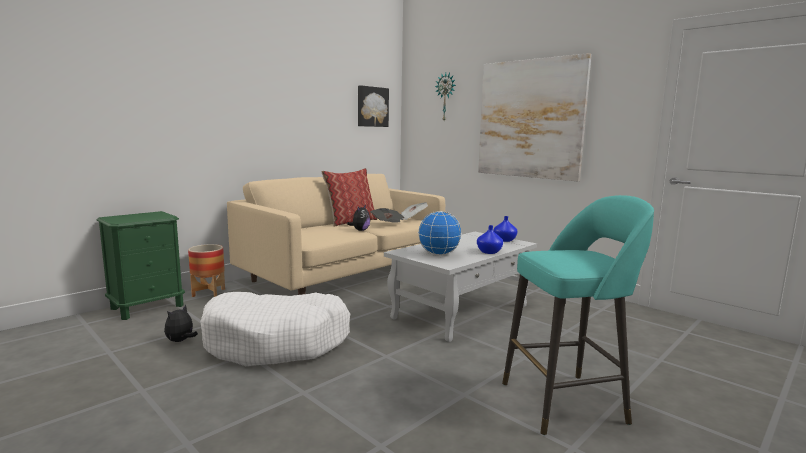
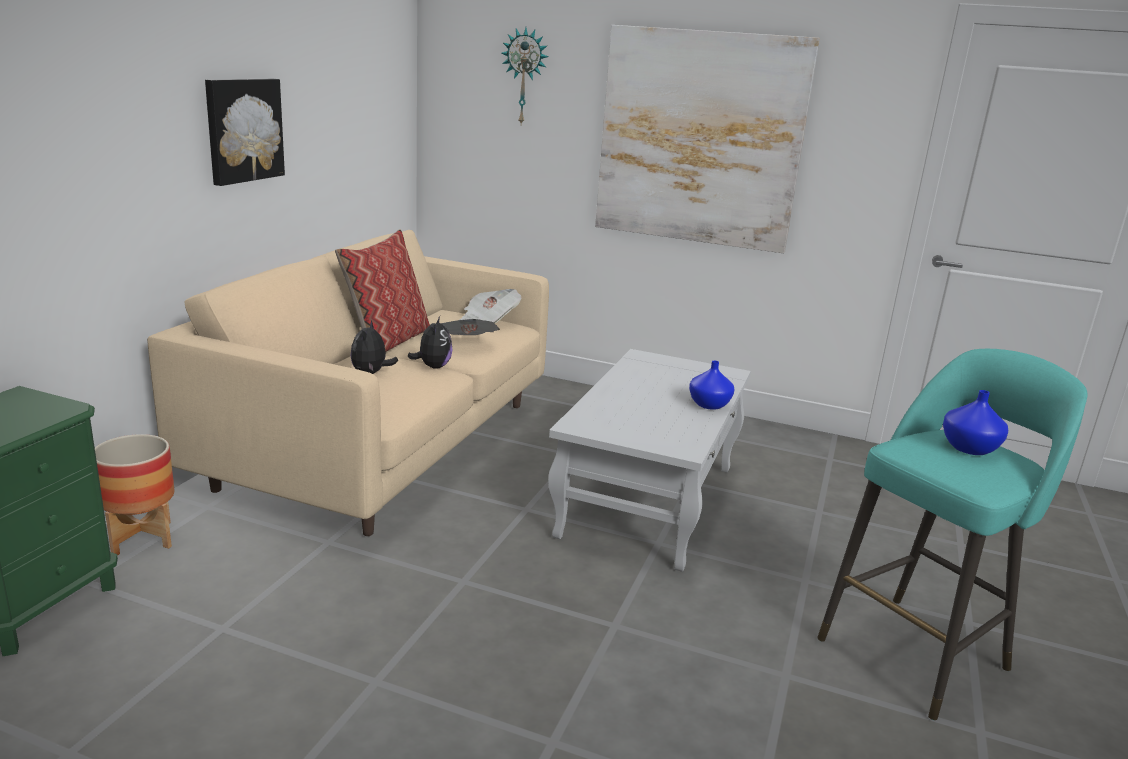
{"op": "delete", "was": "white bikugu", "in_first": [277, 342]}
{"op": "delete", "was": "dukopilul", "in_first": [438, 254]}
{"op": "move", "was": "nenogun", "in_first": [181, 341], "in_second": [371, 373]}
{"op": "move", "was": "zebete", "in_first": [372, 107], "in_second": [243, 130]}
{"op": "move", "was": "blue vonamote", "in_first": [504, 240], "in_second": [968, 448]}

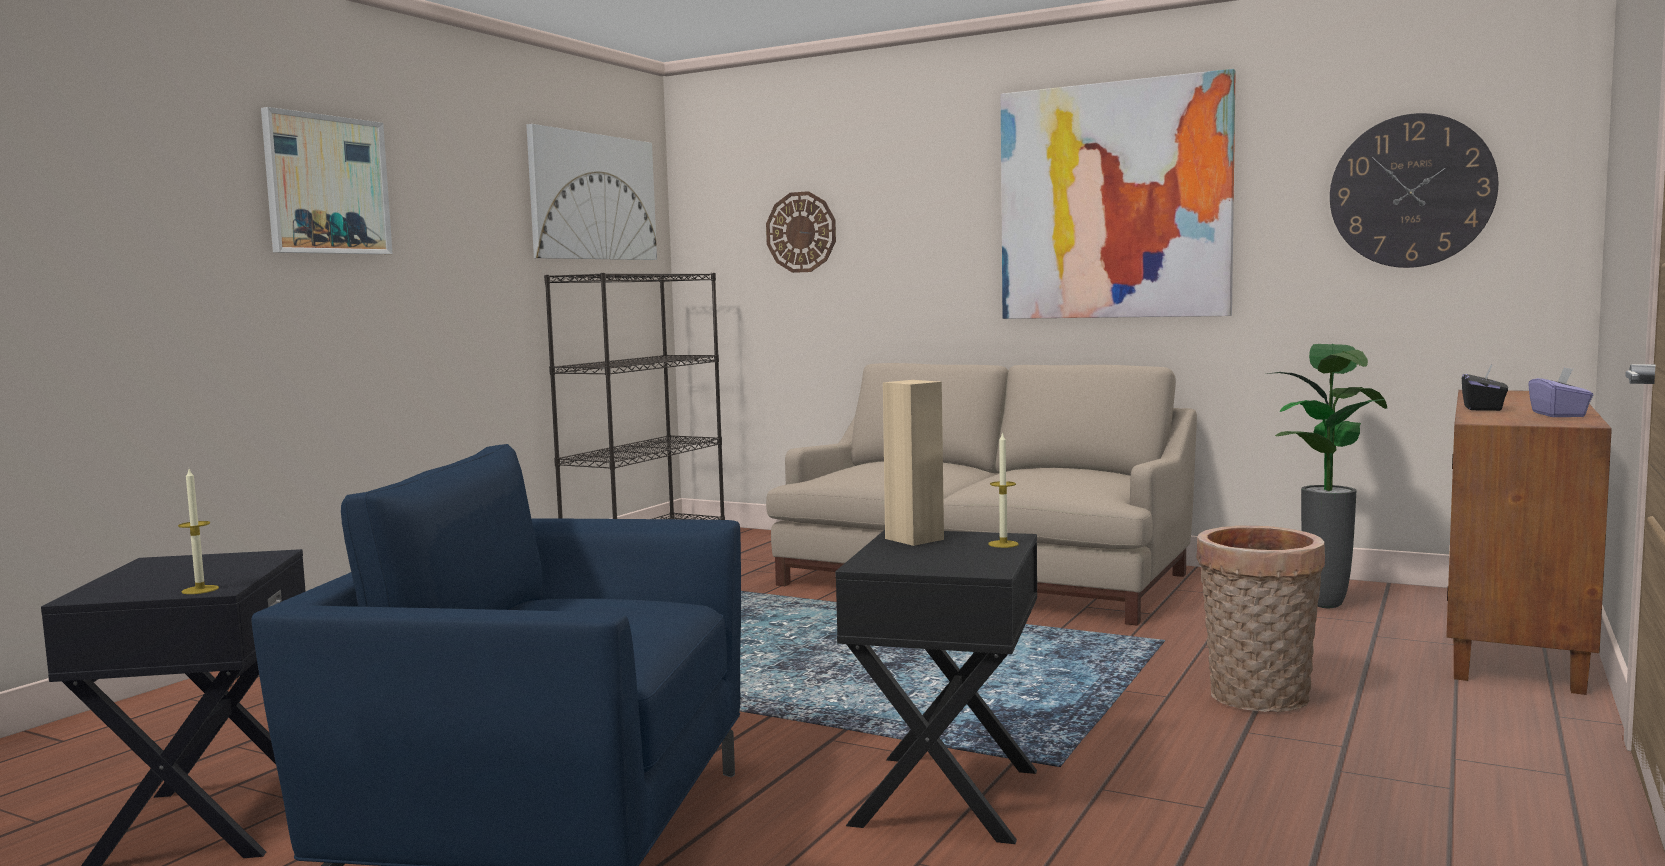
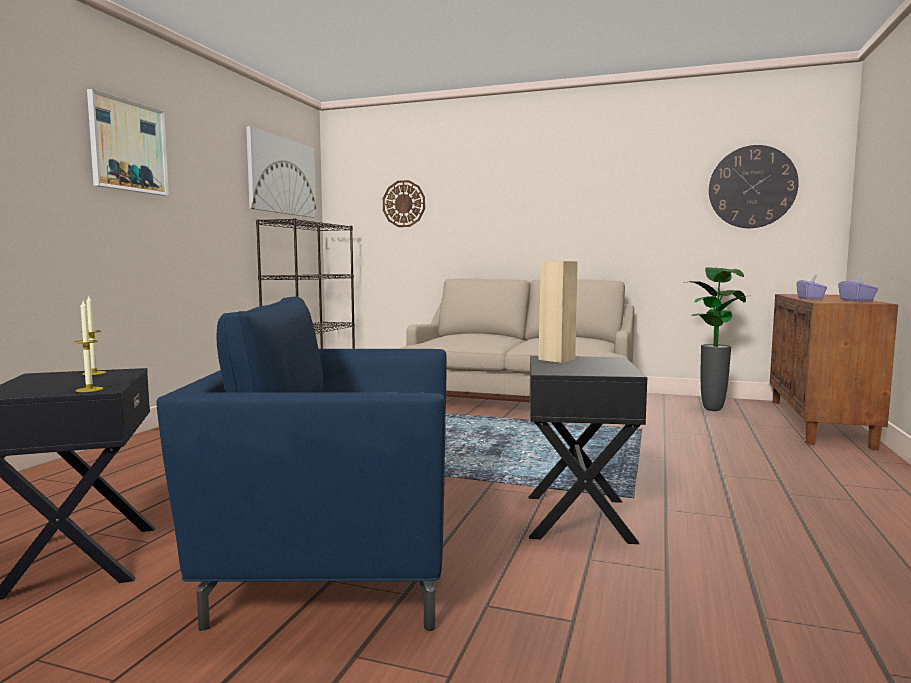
{"op": "delete", "was": "zebete", "in_first": [1113, 201]}
{"op": "delete", "was": "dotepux", "in_first": [1257, 700]}
{"op": "move", "was": "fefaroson", "in_first": [1003, 544], "in_second": [94, 373]}
{"op": "recolor", "was": "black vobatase", "now": "purple vobatase", "in_first": [1483, 408], "in_second": [810, 298]}

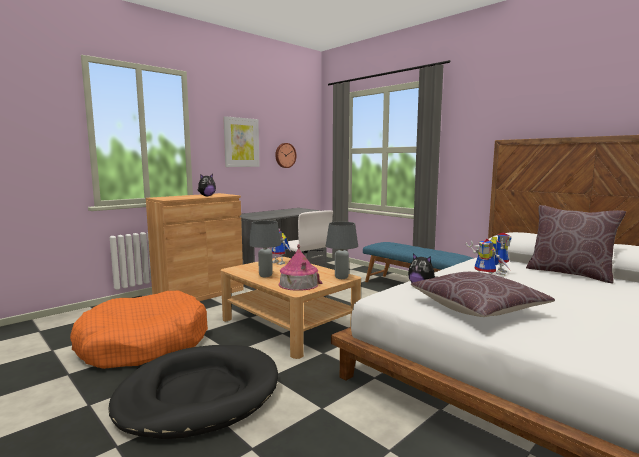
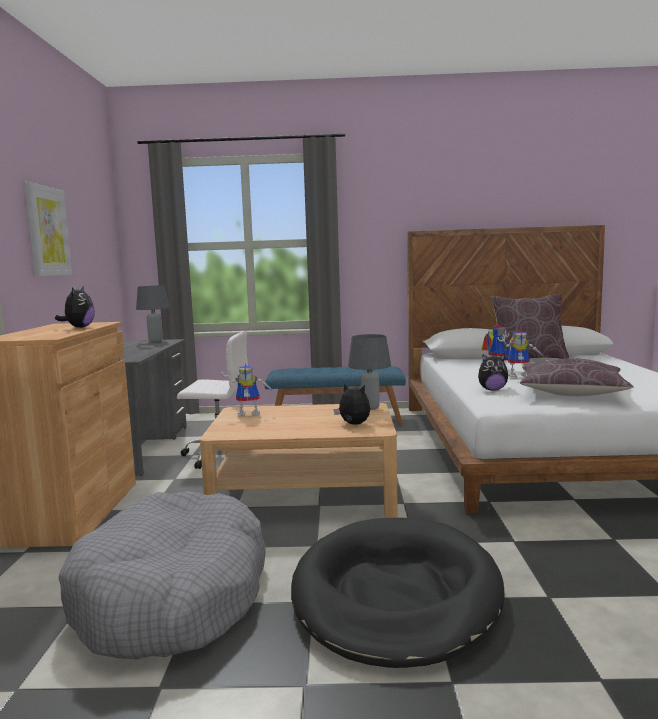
{"op": "delete", "was": "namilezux", "in_first": [285, 155]}
{"op": "move", "was": "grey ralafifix", "in_first": [265, 276], "in_second": [155, 341]}
{"op": "replace", "was": "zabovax", "now": "nenogun", "in_first": [299, 284], "in_second": [353, 424]}
{"op": "recolor", "was": "orange bikugu", "now": "grey bikugu", "in_first": [144, 344], "in_second": [172, 596]}

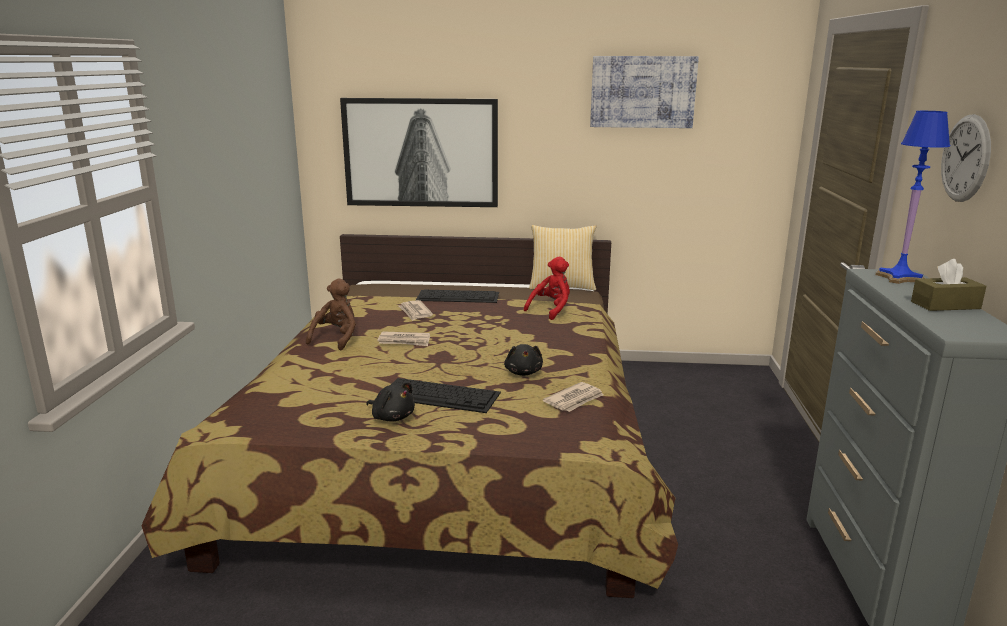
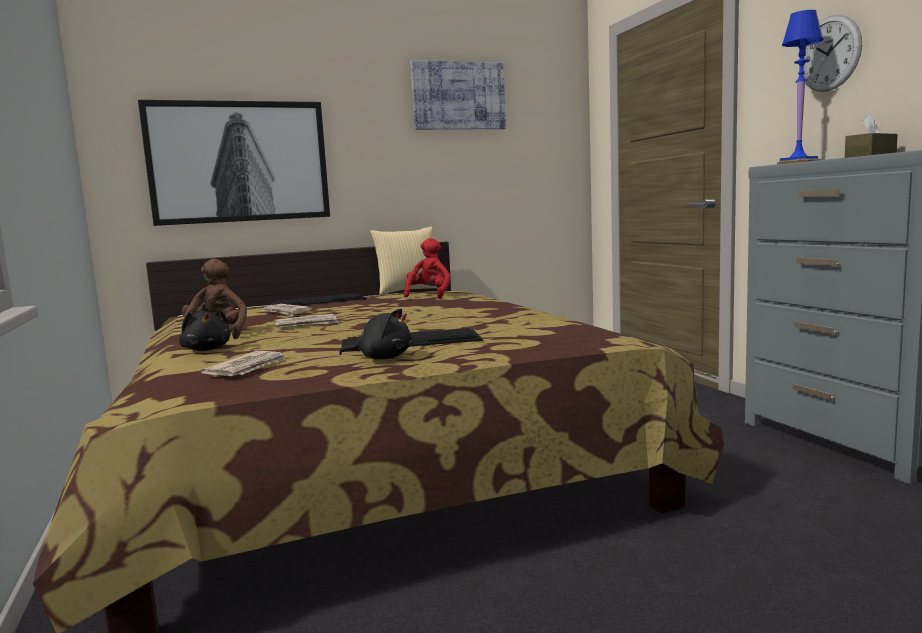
{"op": "move", "was": "black nenogun", "in_first": [523, 372], "in_second": [207, 349]}
{"op": "move", "was": "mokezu", "in_first": [575, 400], "in_second": [248, 368]}

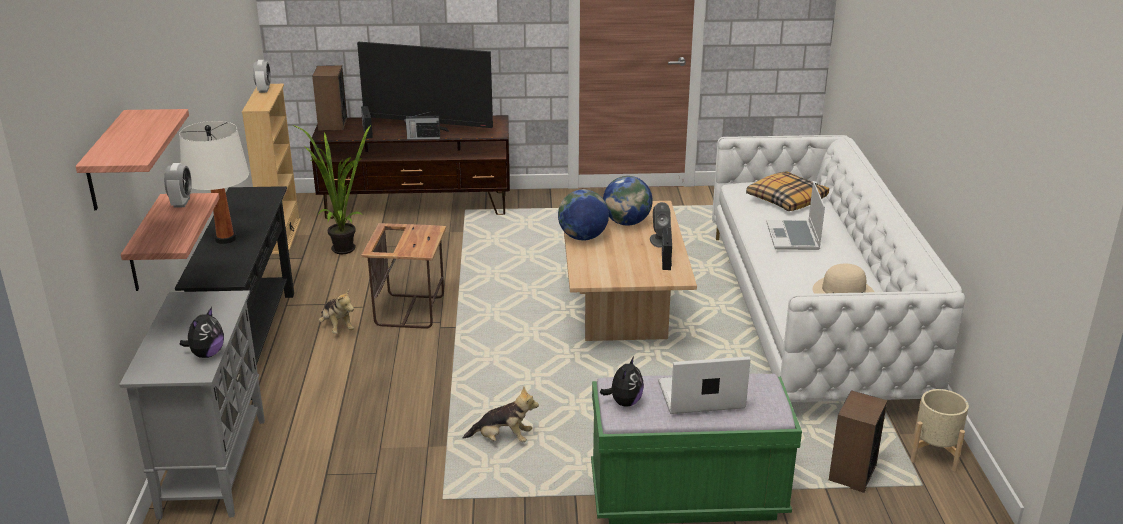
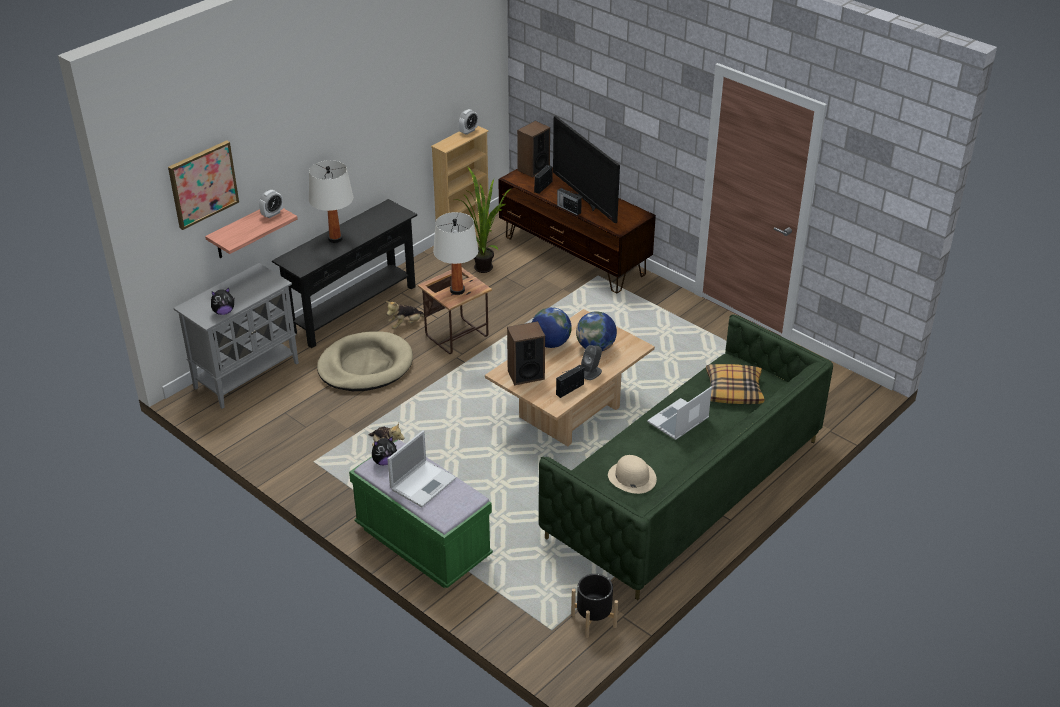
{"op": "insert", "now": "beige bikugu", "in_second": [365, 366]}
{"op": "insert", "now": "white ralafifix", "in_second": [457, 290]}
{"op": "move", "was": "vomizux", "in_first": [852, 473], "in_second": [525, 374]}
{"op": "replace", "was": "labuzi", "now": "zebete", "in_first": [106, 162], "in_second": [203, 184]}
{"op": "recolor", "was": "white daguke", "now": "green daguke", "in_first": [810, 316], "in_second": [684, 489]}
{"op": "recolor", "was": "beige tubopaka", "now": "black tubopaka", "in_first": [934, 453], "in_second": [594, 620]}
{"op": "rotate", "was": "nenogun", "in_first": [337, 327], "in_second": [406, 324], "clockwise": 45}
{"op": "rotate", "was": "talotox", "in_first": [699, 396], "in_second": [424, 483], "clockwise": 90}

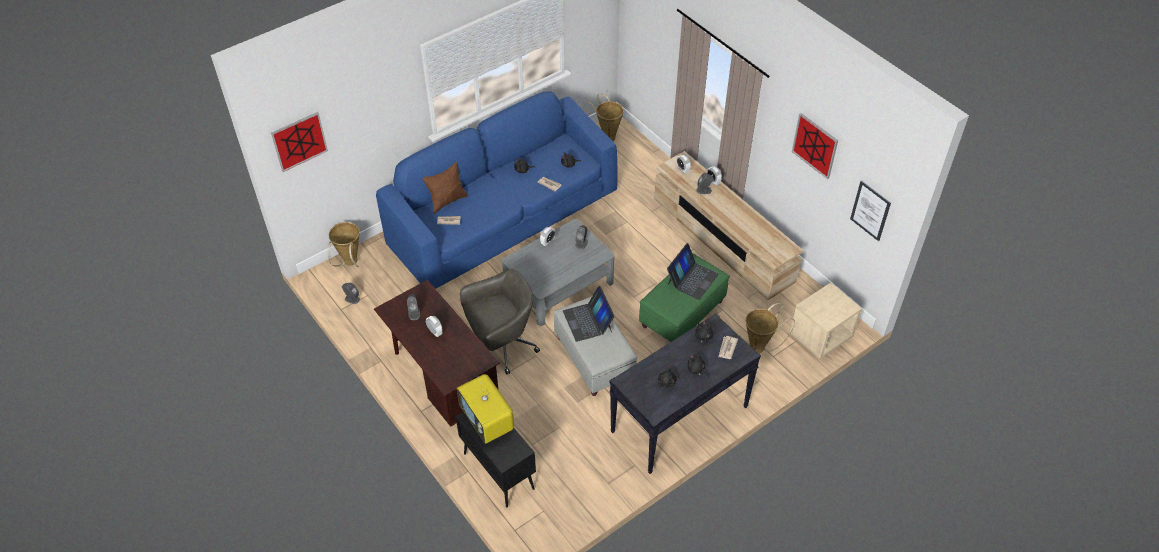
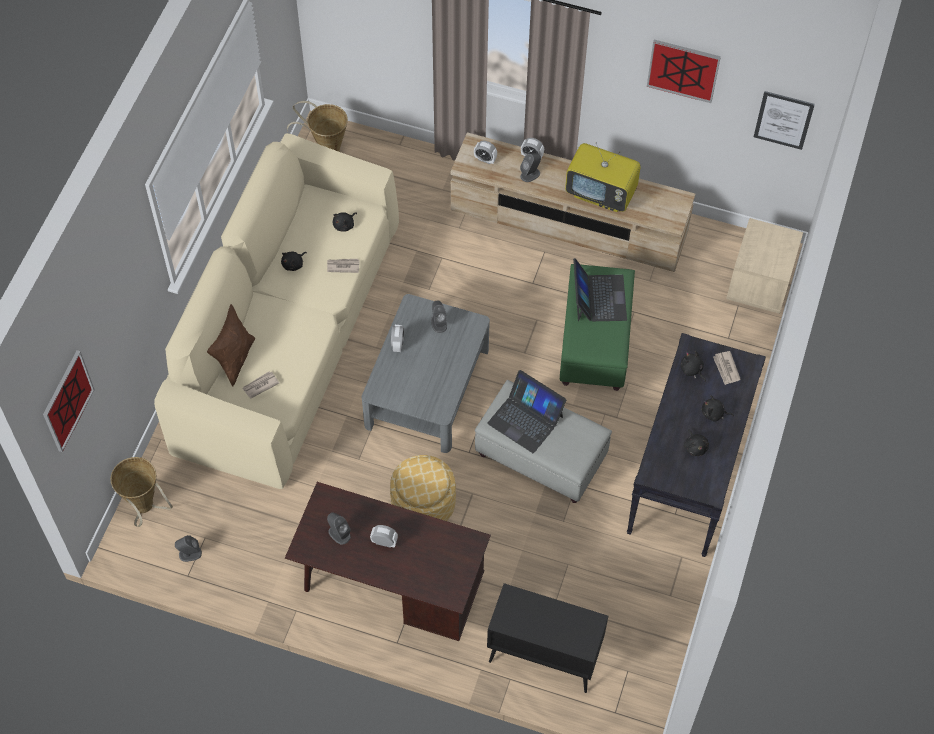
{"op": "delete", "was": "dotepux", "in_first": [760, 347]}
{"op": "move", "was": "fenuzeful", "in_first": [487, 422], "in_second": [601, 193]}
{"op": "replace", "was": "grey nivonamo", "now": "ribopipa", "in_first": [501, 346], "in_second": [423, 505]}
{"op": "recolor", "was": "blue daguke", "now": "beige daguke", "in_first": [504, 217], "in_second": [289, 335]}

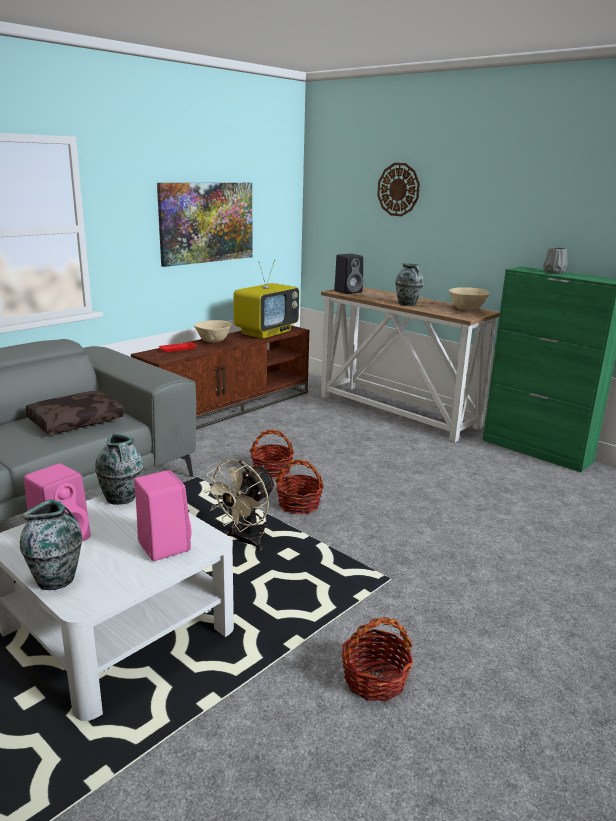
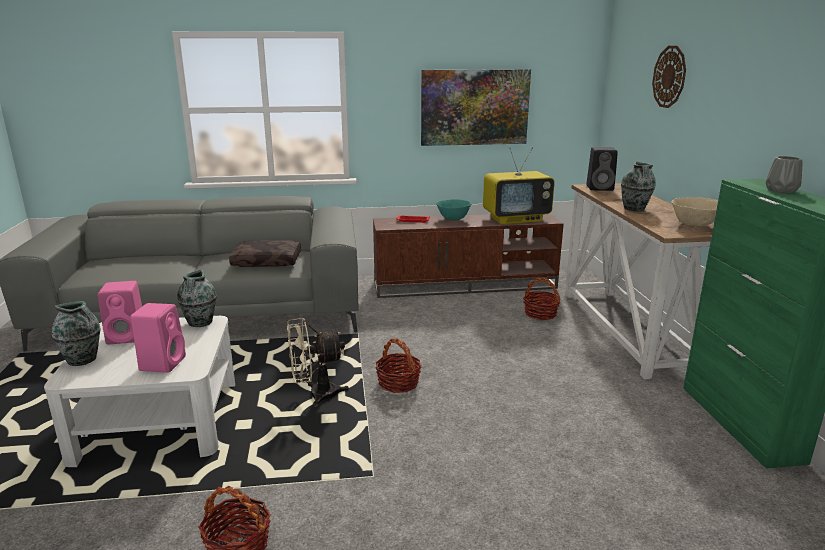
{"op": "move", "was": "dotepux", "in_first": [272, 471], "in_second": [540, 314]}
{"op": "recolor", "was": "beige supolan", "now": "turquoise supolan", "in_first": [213, 341], "in_second": [453, 219]}

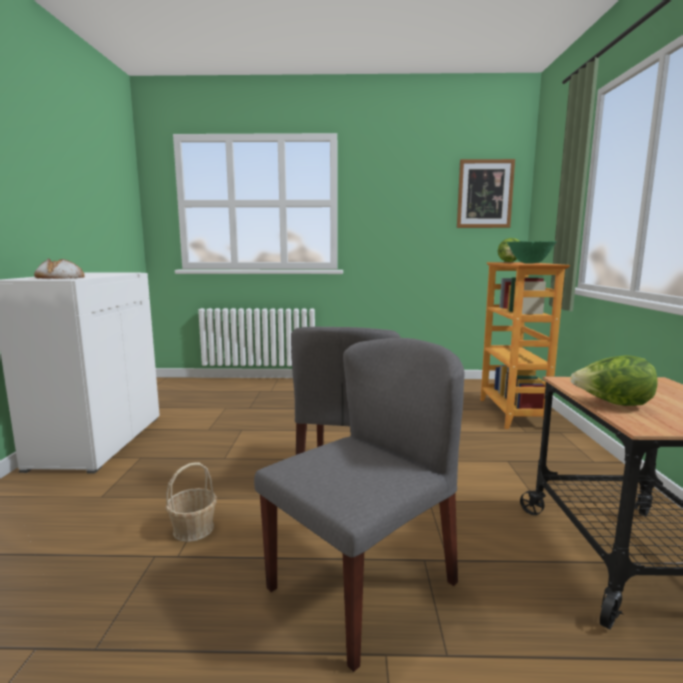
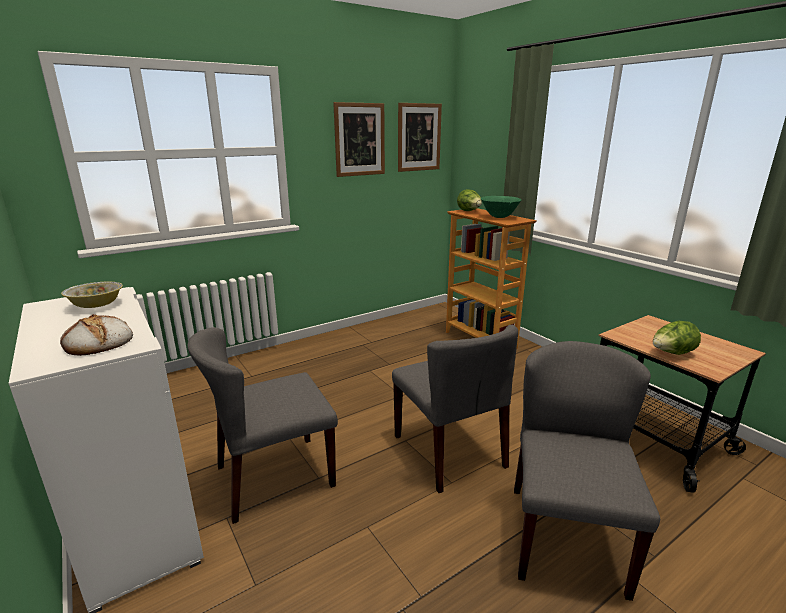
{"op": "delete", "was": "dotepux", "in_first": [194, 529]}
{"op": "insert", "now": "supolan", "in_second": [96, 305]}
{"op": "insert", "now": "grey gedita", "in_second": [274, 477]}
{"op": "insert", "now": "zebete", "in_second": [359, 139]}

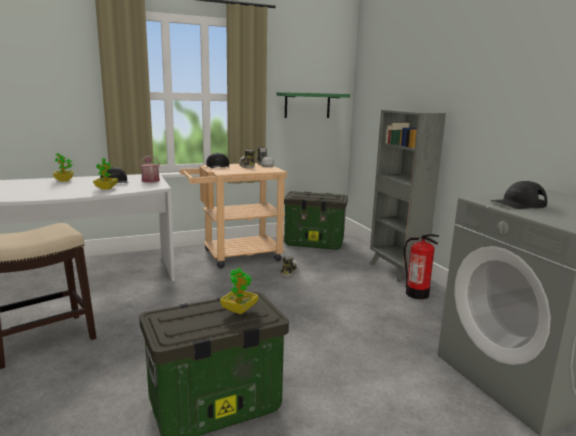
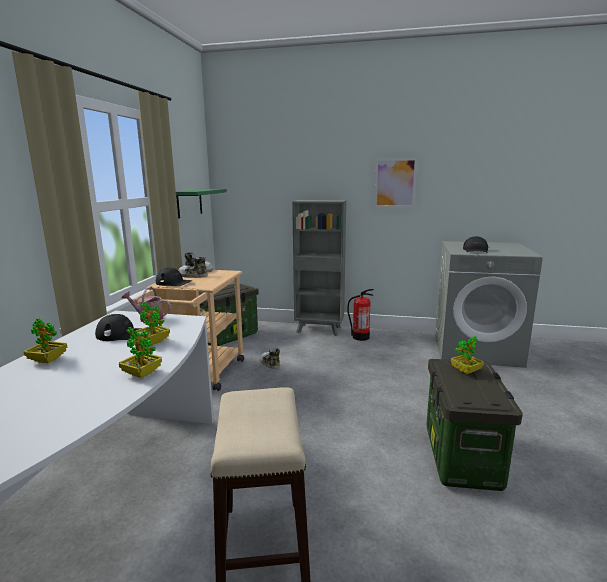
{"op": "insert", "now": "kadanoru", "in_second": [142, 374]}
{"op": "insert", "now": "zebete", "in_second": [395, 183]}

